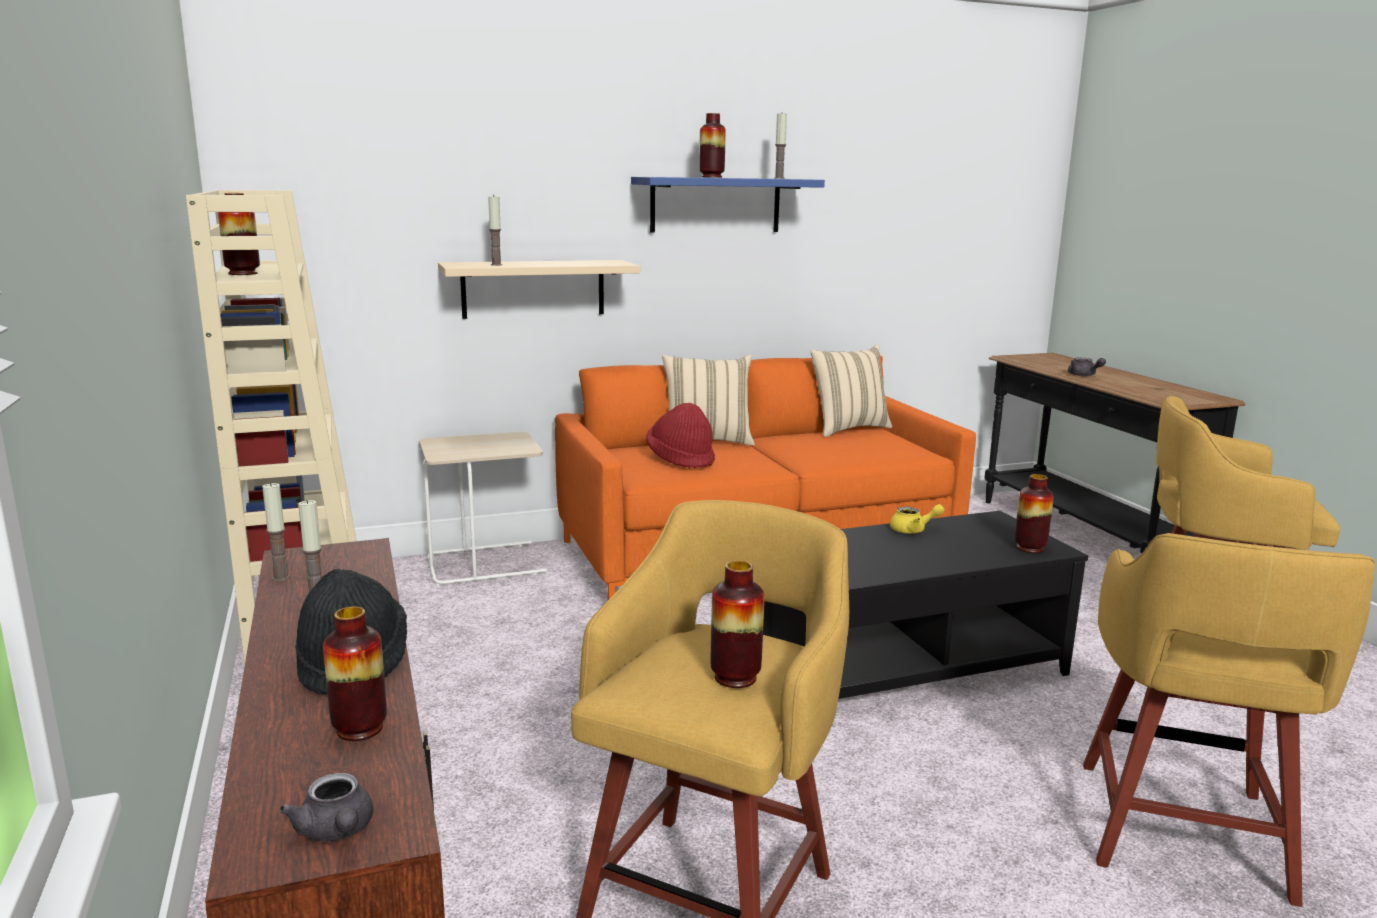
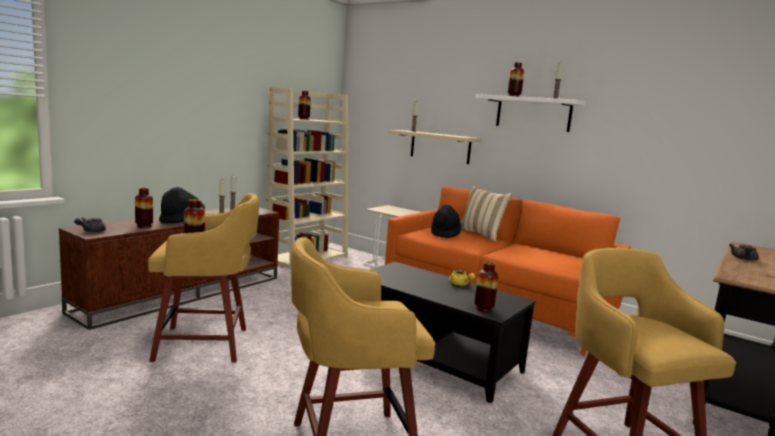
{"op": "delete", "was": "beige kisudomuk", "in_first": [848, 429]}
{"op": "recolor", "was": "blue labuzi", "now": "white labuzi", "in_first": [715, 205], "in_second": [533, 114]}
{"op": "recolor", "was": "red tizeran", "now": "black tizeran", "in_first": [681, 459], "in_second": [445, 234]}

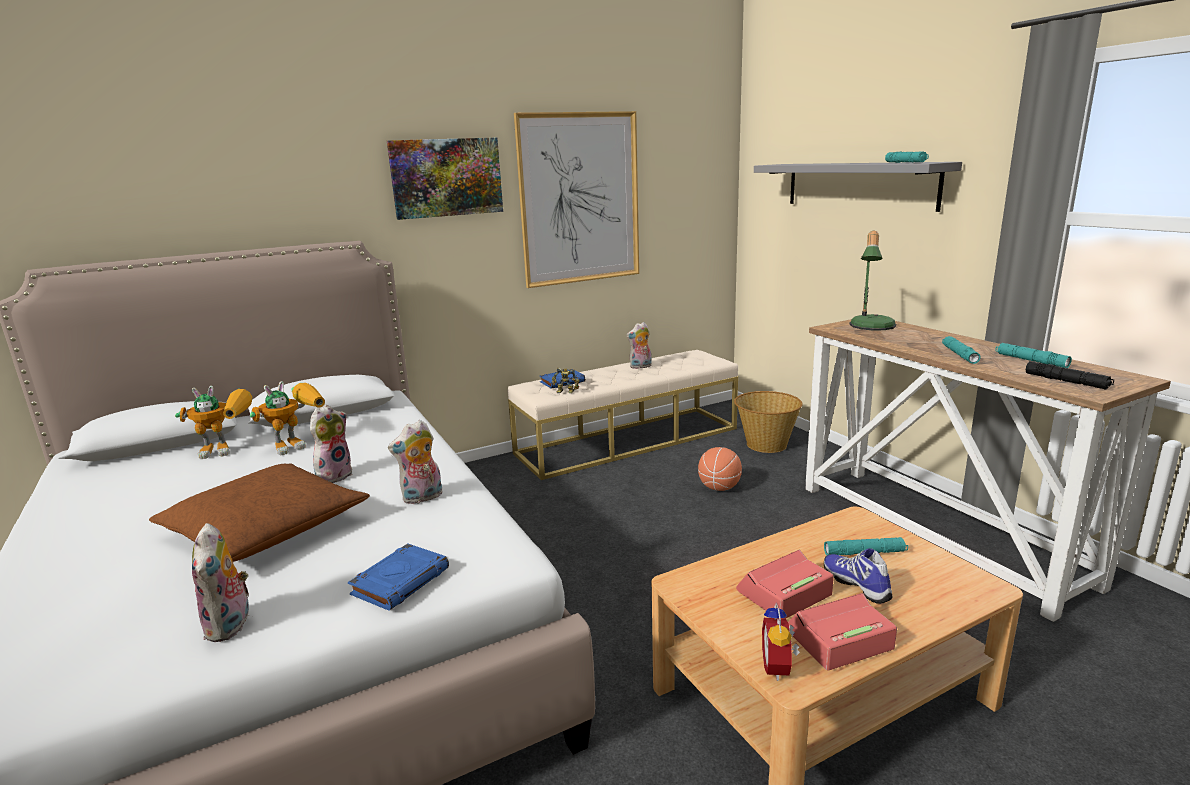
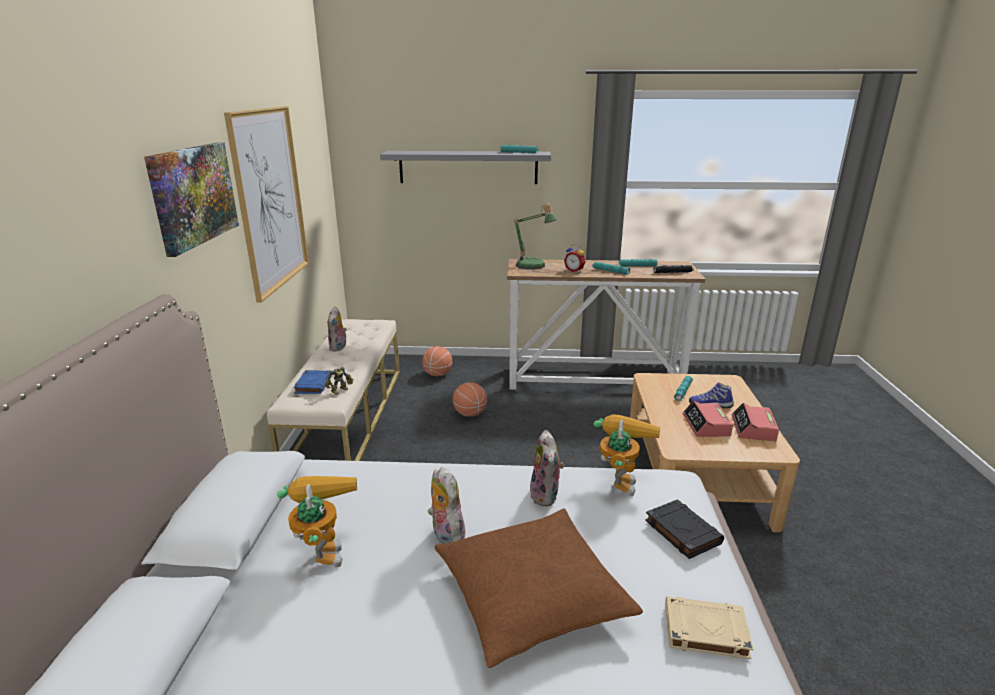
{"op": "move", "was": "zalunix", "in_first": [229, 450], "in_second": [619, 479]}
{"op": "move", "was": "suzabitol", "in_first": [779, 668], "in_second": [575, 270]}
{"op": "replace", "was": "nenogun", "now": "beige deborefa", "in_first": [231, 626], "in_second": [704, 631]}
{"op": "replace", "was": "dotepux", "now": "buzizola", "in_first": [766, 445], "in_second": [437, 374]}
{"op": "recolor", "was": "blue deborefa", "now": "black deborefa", "in_first": [401, 581], "in_second": [681, 531]}

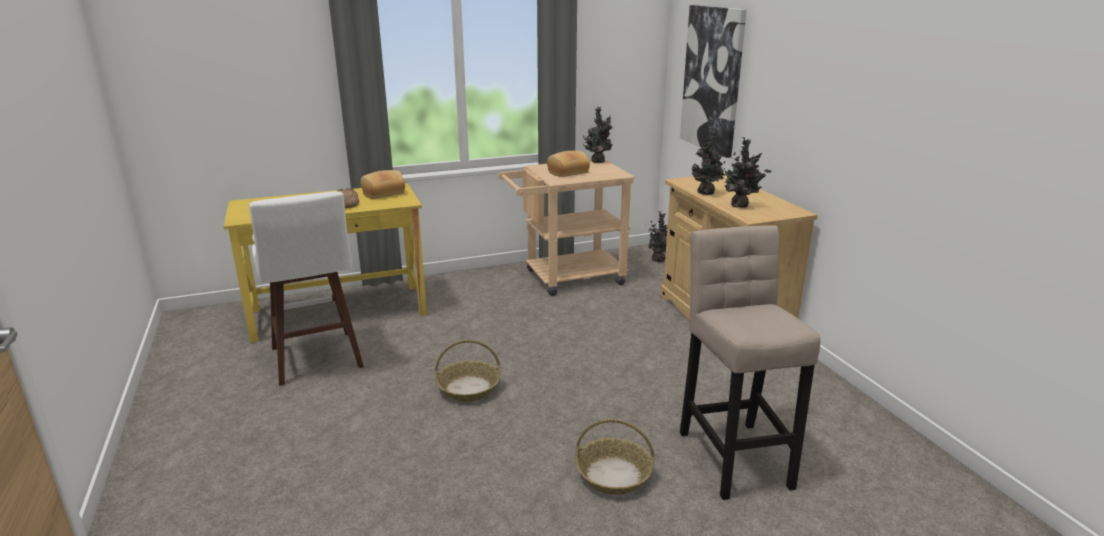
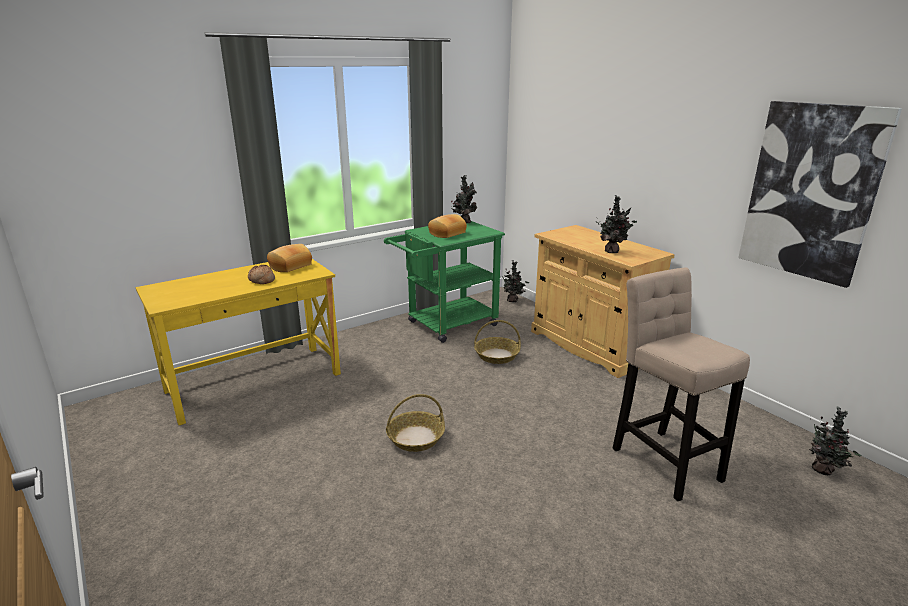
{"op": "delete", "was": "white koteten", "in_first": [317, 360]}
{"op": "move", "was": "dotepux", "in_first": [614, 474], "in_second": [497, 355]}
{"op": "move", "was": "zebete", "in_first": [712, 79], "in_second": [811, 192]}
{"op": "move", "was": "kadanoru", "in_first": [707, 193], "in_second": [824, 471]}
{"op": "recolor", "was": "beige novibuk", "now": "green novibuk", "in_first": [566, 278], "in_second": [446, 325]}

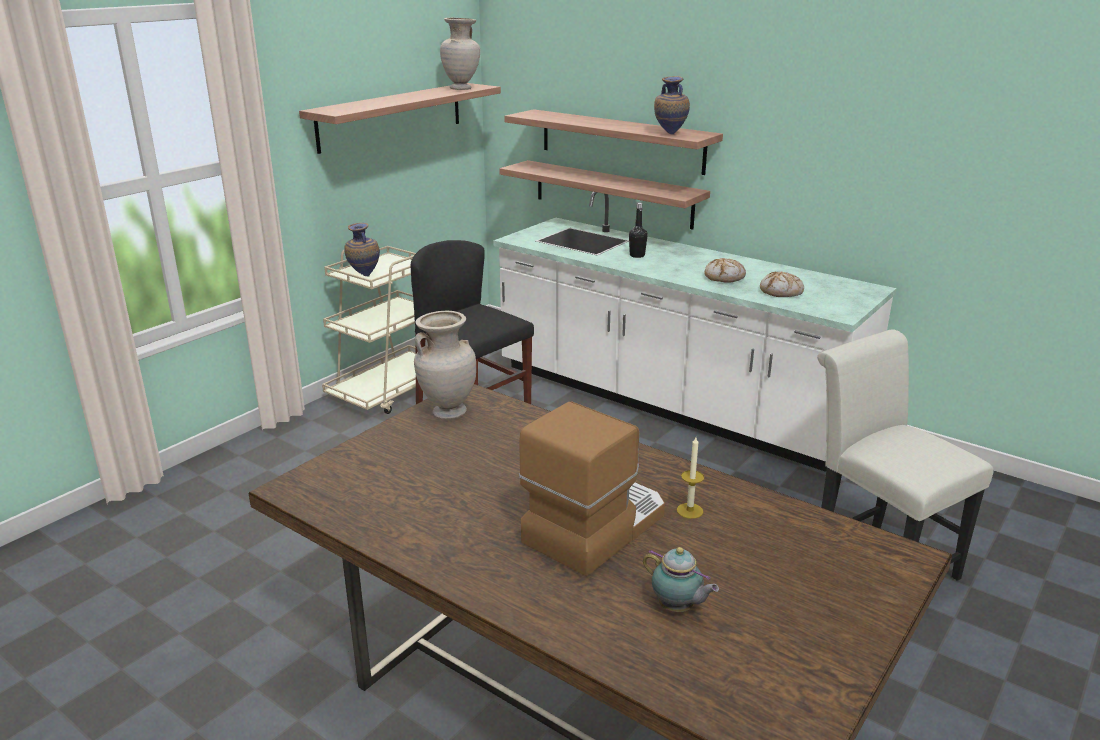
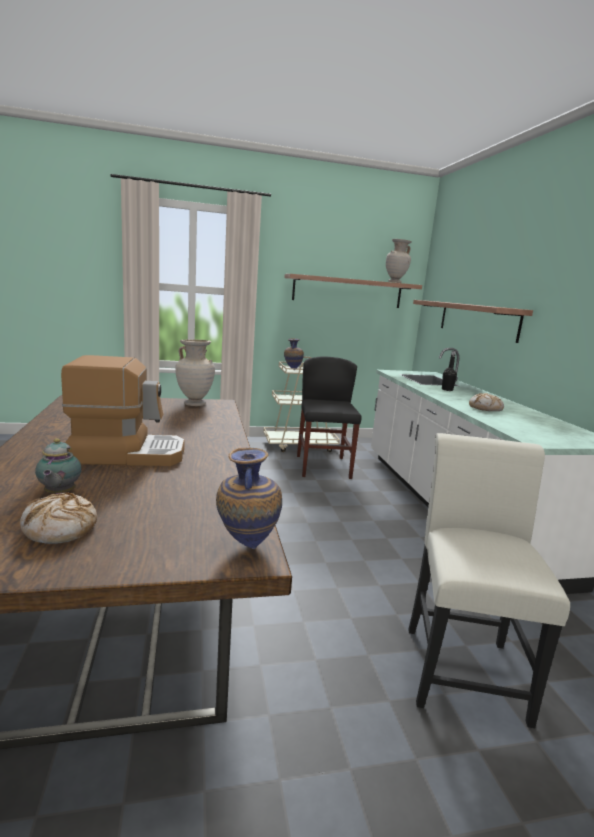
{"op": "delete", "was": "labuzi", "in_first": [612, 194]}
{"op": "delete", "was": "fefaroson", "in_first": [689, 511]}
{"op": "move", "was": "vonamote", "in_first": [669, 134], "in_second": [246, 546]}
{"op": "move", "was": "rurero", "in_first": [781, 292], "in_second": [60, 529]}

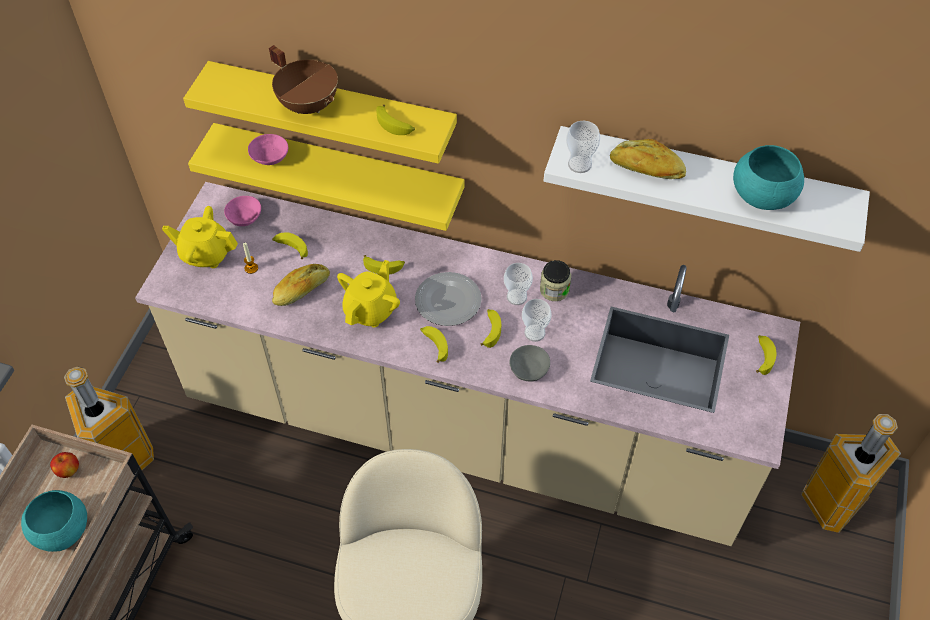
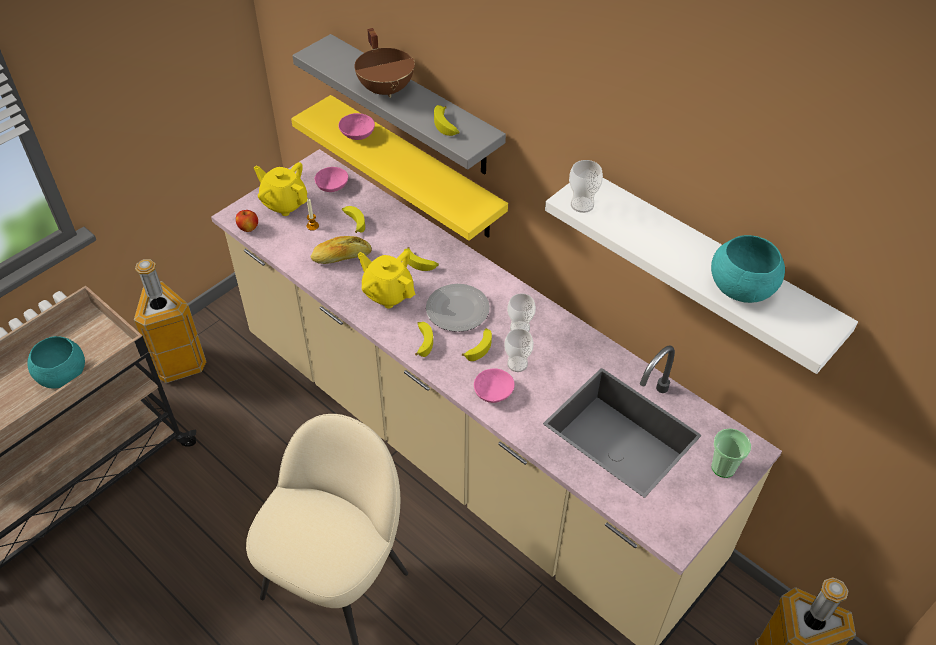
{"op": "delete", "was": "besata", "in_first": [554, 290]}
{"op": "delete", "was": "rurero", "in_first": [646, 169]}
{"op": "move", "was": "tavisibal", "in_first": [68, 470], "in_second": [248, 228]}
{"op": "replace", "was": "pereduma", "now": "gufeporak", "in_first": [762, 357], "in_second": [723, 467]}
{"op": "recolor", "was": "yellow labuzi", "now": "grey labuzi", "in_first": [333, 111], "in_second": [414, 106]}
{"op": "recolor", "was": "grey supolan", "now": "pink supolan", "in_first": [530, 370], "in_second": [493, 393]}
{"op": "rotate", "was": "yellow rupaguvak", "in_first": [371, 310], "in_second": [388, 293], "clockwise": -105}

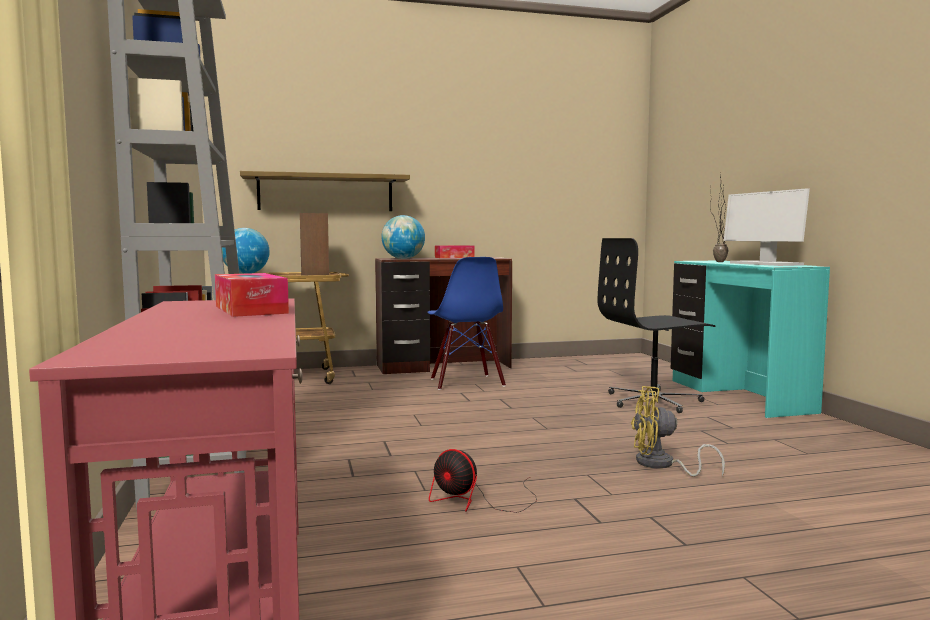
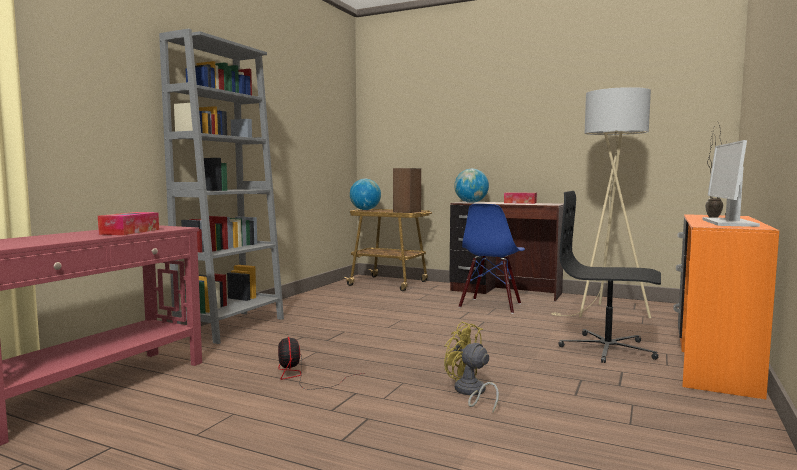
{"op": "delete", "was": "labuzi", "in_first": [326, 193]}
{"op": "insert", "now": "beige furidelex", "in_second": [605, 314]}
{"op": "recolor", "was": "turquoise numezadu", "now": "orange numezadu", "in_first": [737, 396], "in_second": [712, 363]}

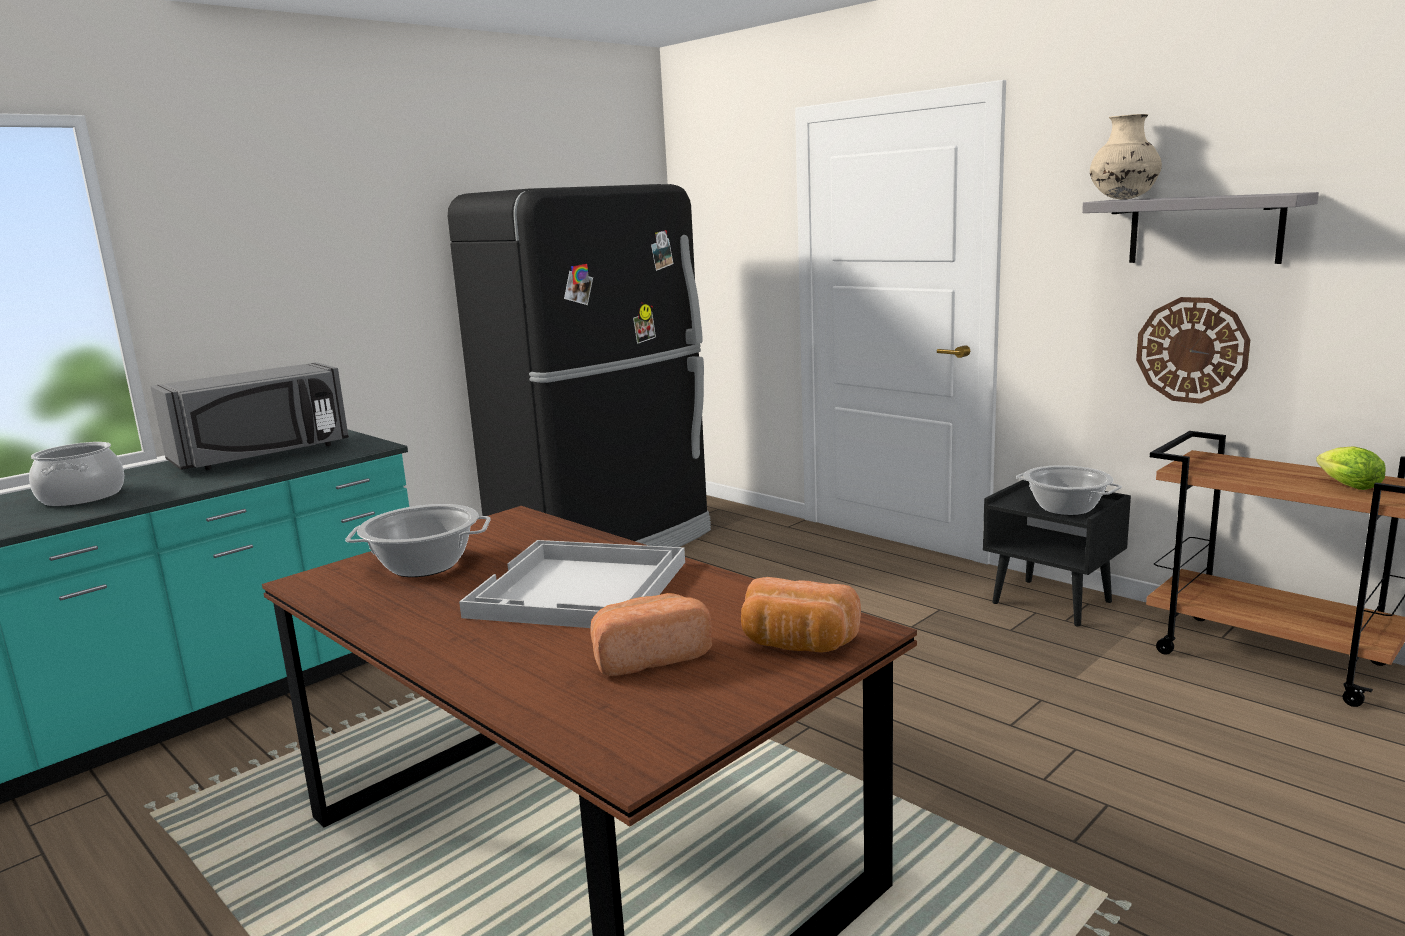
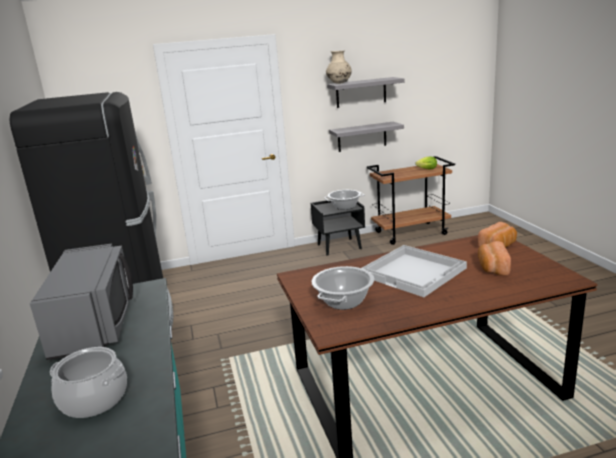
{"op": "replace", "was": "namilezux", "now": "grey labuzi", "in_first": [1191, 350], "in_second": [362, 137]}

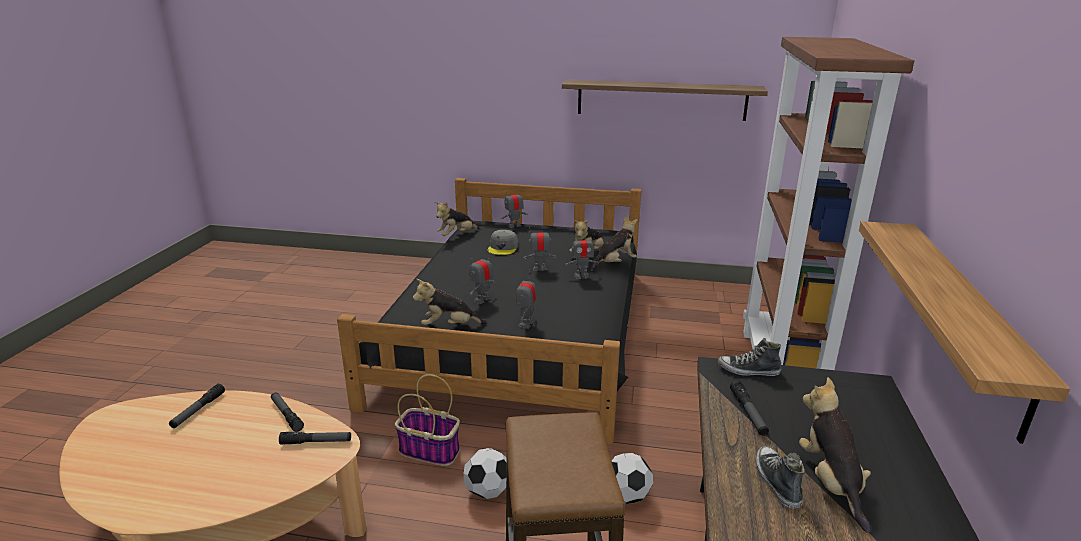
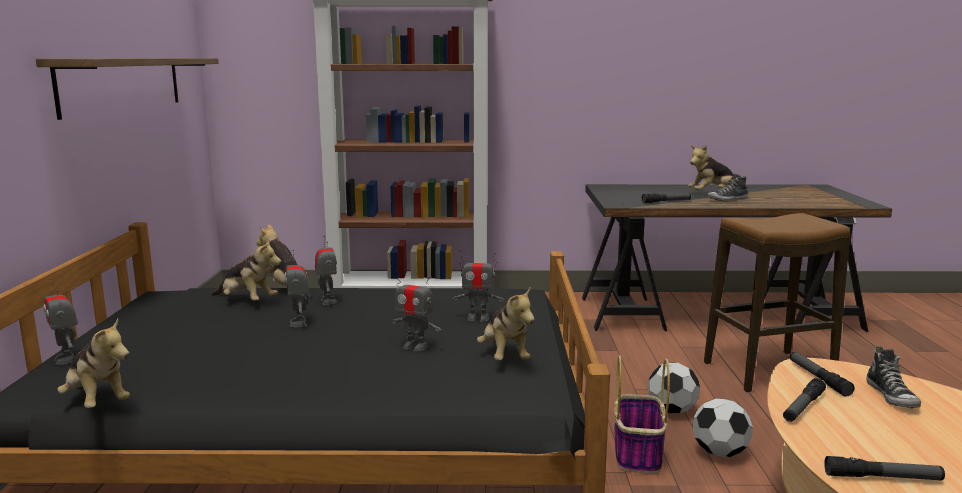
{"op": "delete", "was": "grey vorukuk", "in_first": [503, 248]}
{"op": "delete", "was": "labuzi", "in_first": [963, 319]}
{"op": "move", "was": "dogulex", "in_first": [626, 496], "in_second": [719, 453]}
{"op": "move", "was": "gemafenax", "in_first": [748, 371], "in_second": [892, 397]}

